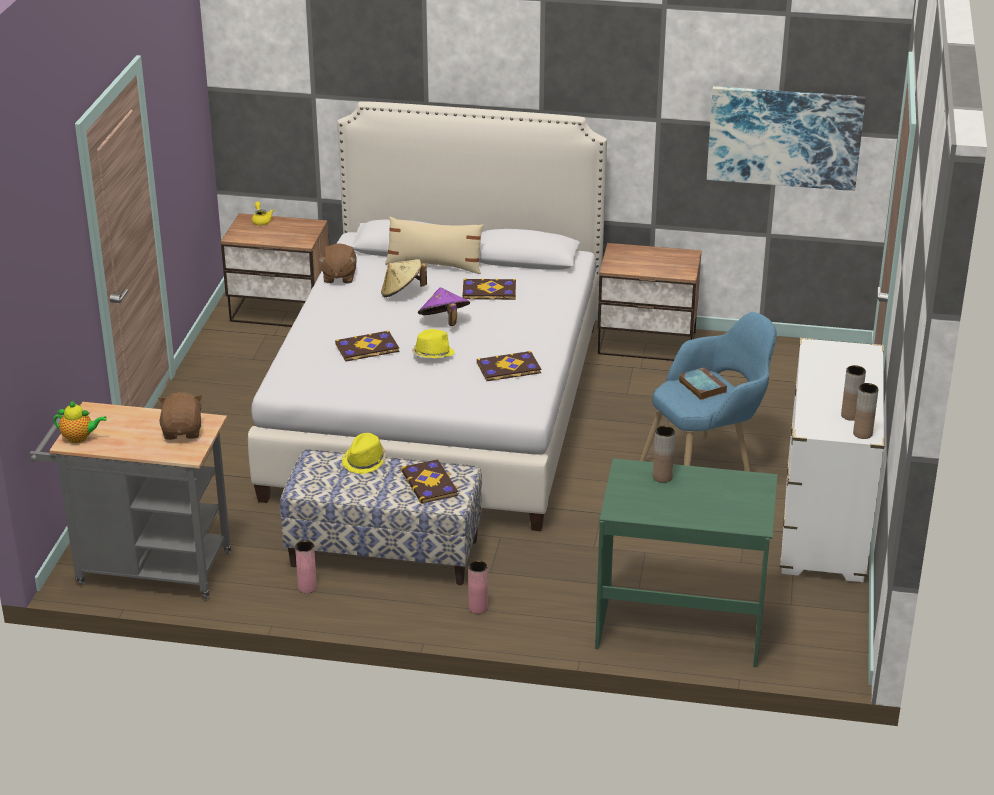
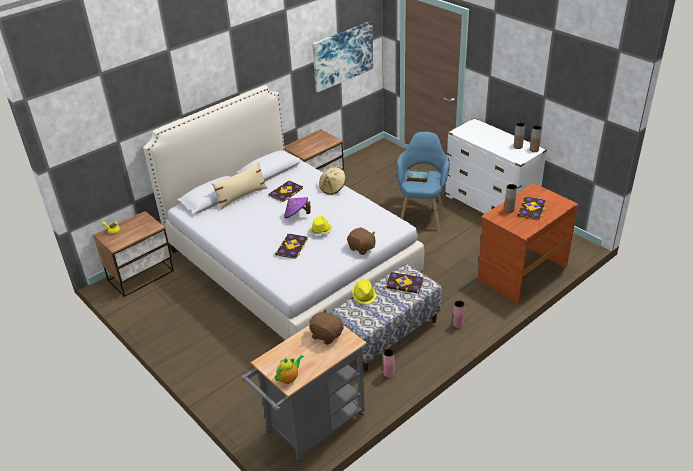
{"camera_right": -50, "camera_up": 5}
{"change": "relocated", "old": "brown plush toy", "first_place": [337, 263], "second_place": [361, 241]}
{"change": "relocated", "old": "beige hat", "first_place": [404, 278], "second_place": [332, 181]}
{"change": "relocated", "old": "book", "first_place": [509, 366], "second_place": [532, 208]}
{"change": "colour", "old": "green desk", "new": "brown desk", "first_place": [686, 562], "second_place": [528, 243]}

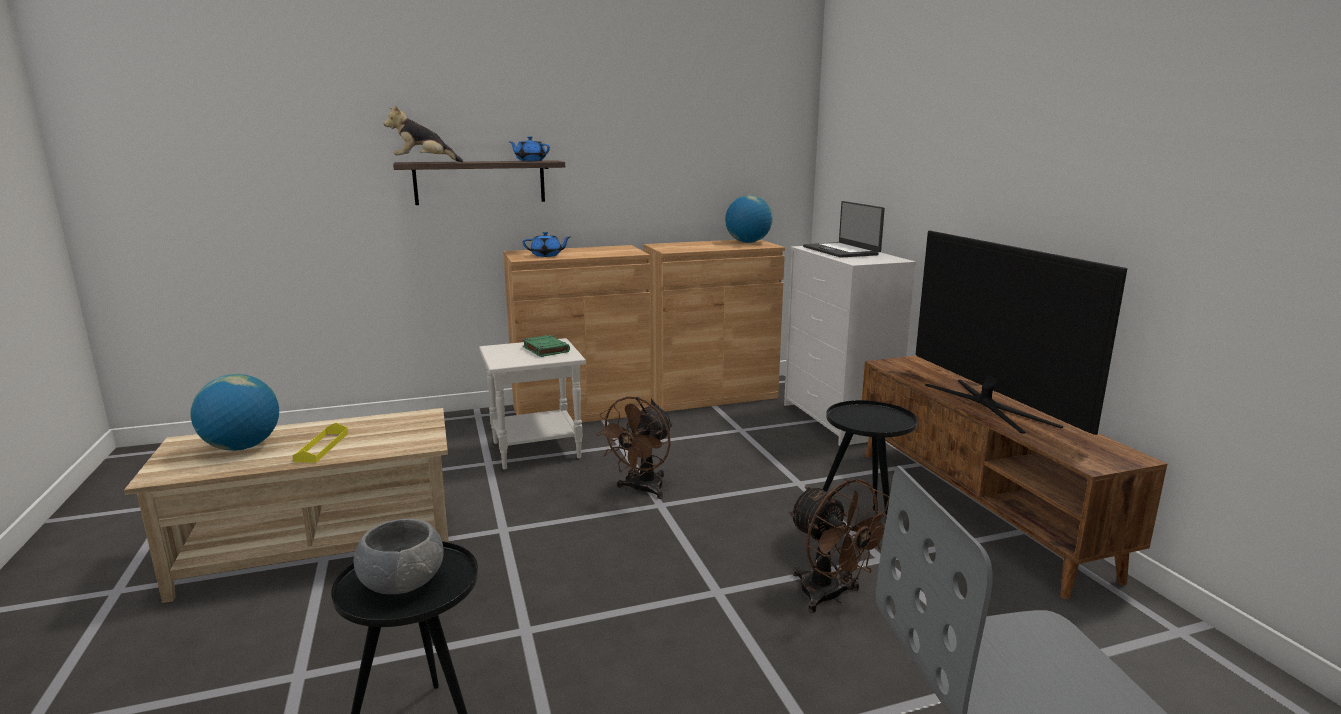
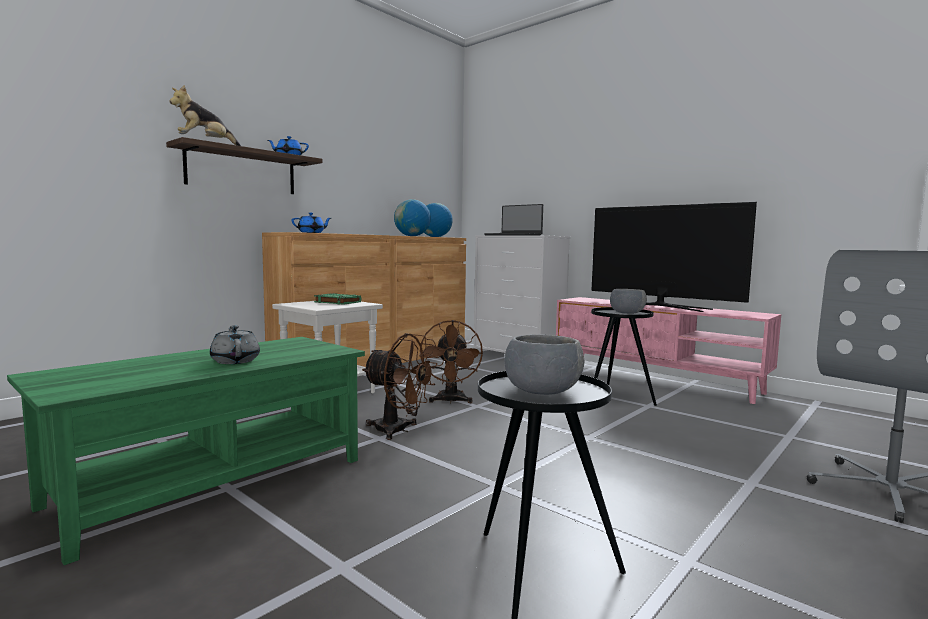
{"camera_right": -30, "camera_up": -10}
{"change": "colour", "old": "beige coffee table", "new": "green coffee table", "first_place": [286, 505], "second_place": [186, 451]}
{"change": "relocated", "old": "globe", "first_place": [235, 412], "second_place": [412, 217]}
{"change": "exchanged", "old": "yellow tray", "new": "grey teapot", "first_place": [320, 443], "second_place": [235, 344]}
{"change": "relocated", "old": "brown fan", "first_place": [839, 546], "second_place": [400, 386]}
{"change": "colour", "old": "brown tv stand", "new": "pink tv stand", "first_place": [1014, 477], "second_place": [668, 350]}
{"change": "appeared", "new": "grey bowl", "second_place": [628, 301]}

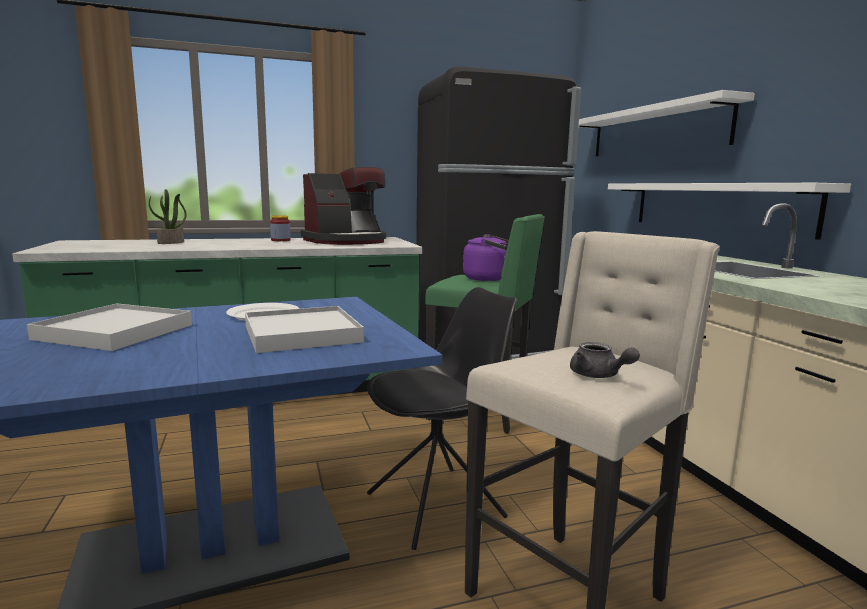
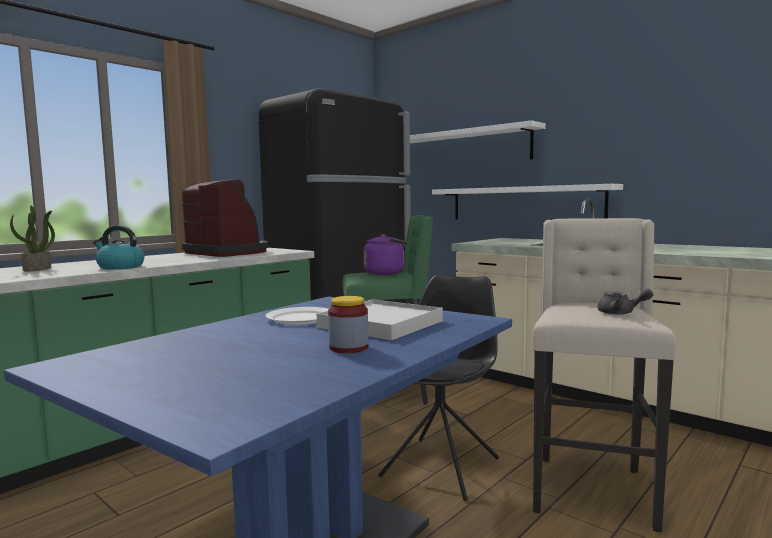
{"camera_right": -30, "camera_up": -5}
{"change": "missing", "old": "white tray", "first_place": [109, 327]}
{"change": "relocated", "old": "jar", "first_place": [280, 228], "second_place": [348, 324]}
{"change": "spun", "old": "coffee machine", "first_place": [343, 206], "second_place": [225, 218], "degrees": -75}
{"change": "appeared", "new": "kettle", "second_place": [118, 247]}

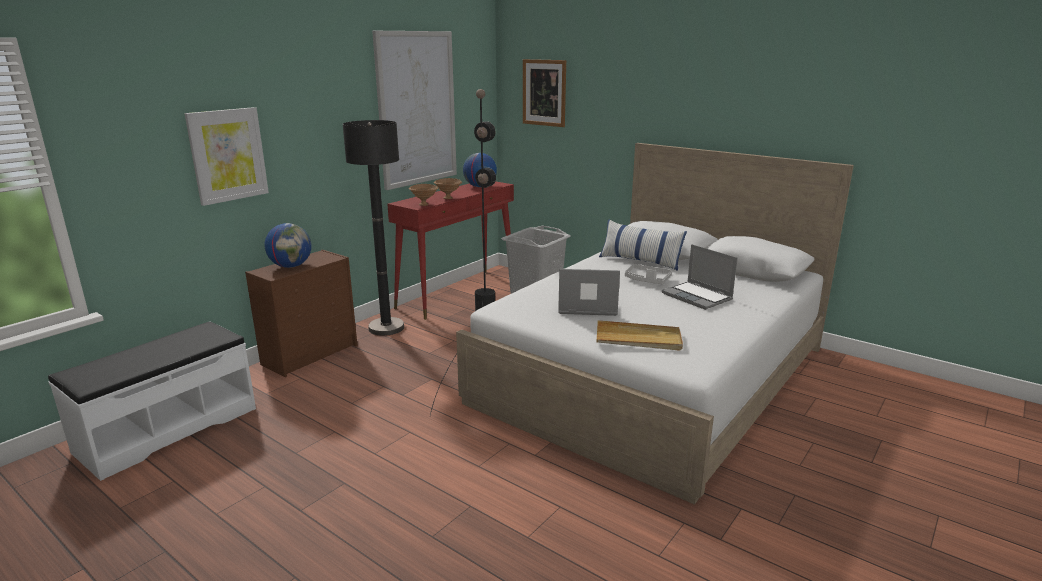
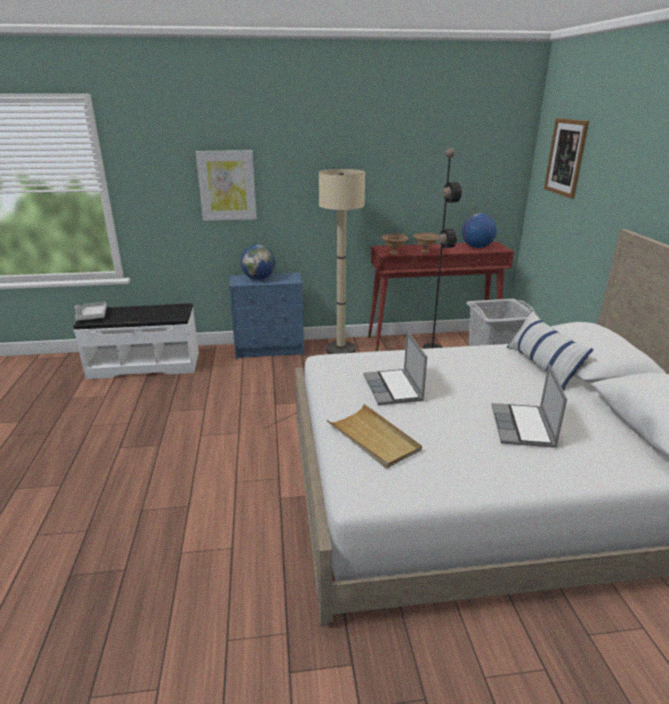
{"camera_right": 45, "camera_up": 5}
{"change": "colour", "old": "brown dresser", "new": "blue dresser", "first_place": [301, 313], "second_place": [266, 316]}
{"change": "colour", "old": "black floor lamp", "new": "beige floor lamp", "first_place": [373, 228], "second_place": [342, 261]}
{"change": "missing", "old": "picture", "first_place": [414, 110]}
{"change": "spun", "old": "laptop", "first_place": [589, 292], "second_place": [395, 368], "degrees": -150}
{"change": "relocated", "old": "grey tray", "first_place": [648, 274], "second_place": [91, 311]}

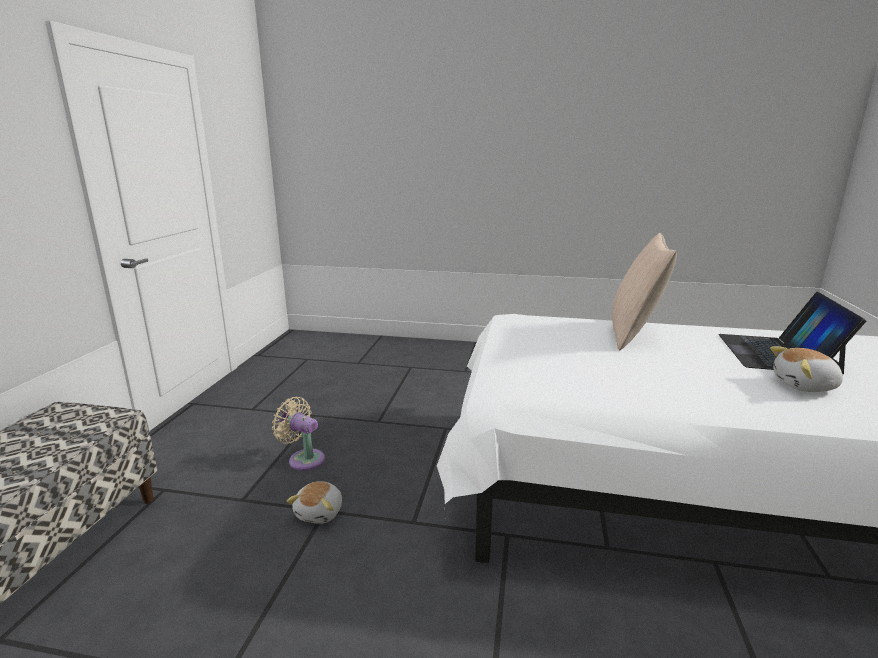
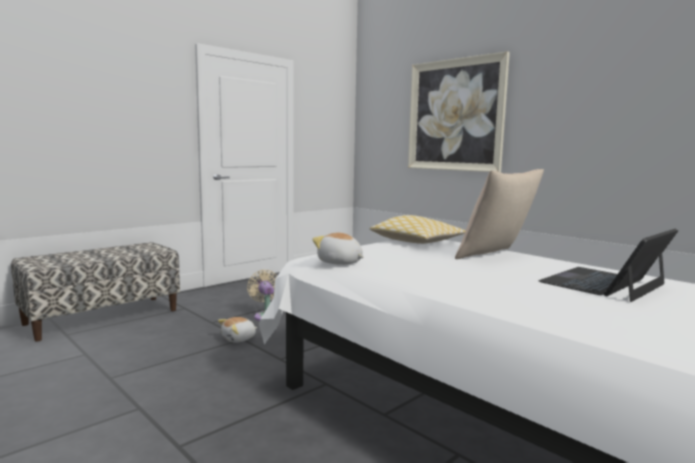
{"camera_right": 35, "camera_up": -10}
{"change": "relocated", "old": "plush toy", "first_place": [806, 369], "second_place": [338, 249]}
{"change": "appeared", "new": "pillow", "second_place": [417, 229]}
{"change": "appeared", "new": "picture", "second_place": [459, 111]}

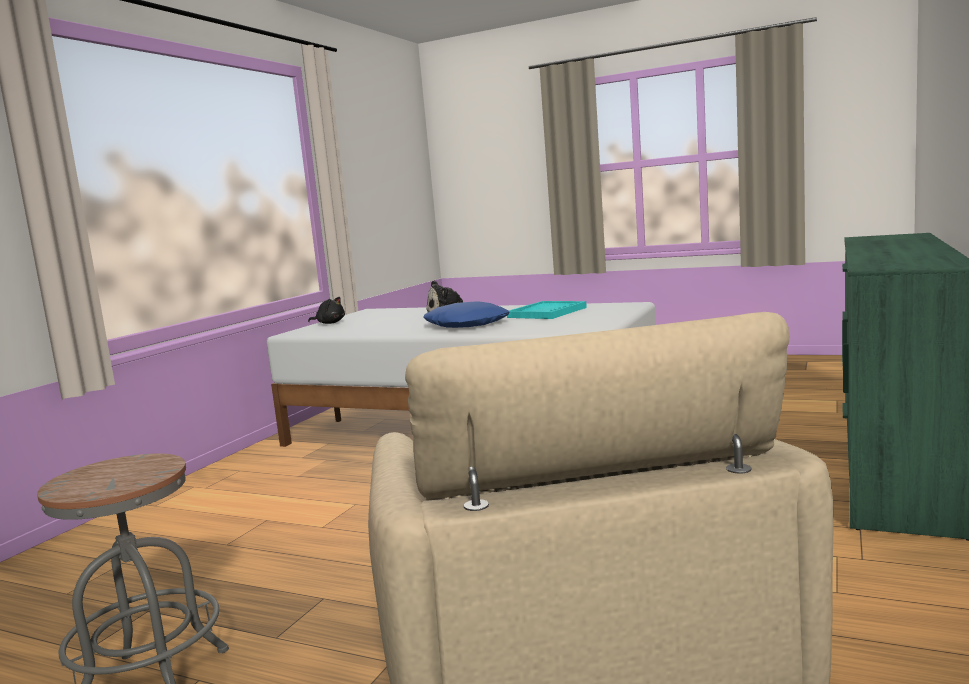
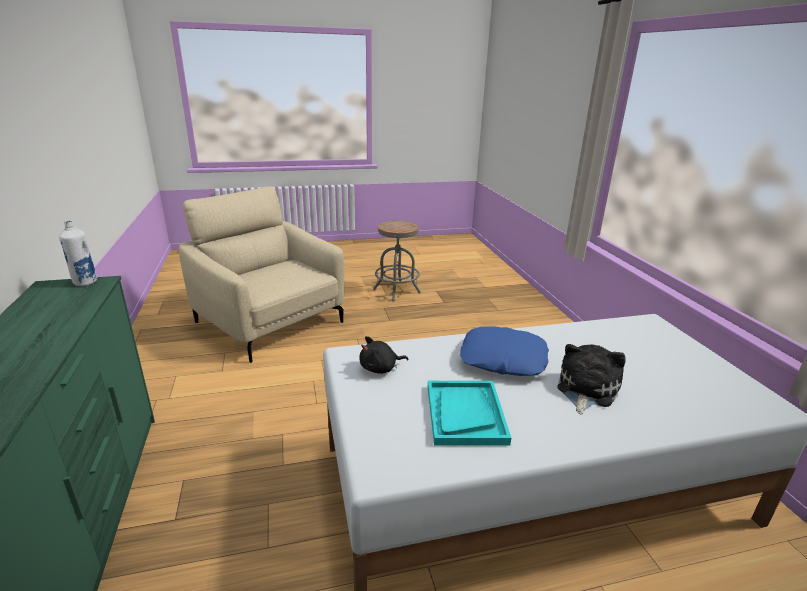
{"camera_right": 140, "camera_up": 15}
{"change": "relocated", "old": "black plush toy", "first_place": [326, 310], "second_place": [384, 355]}
{"change": "appeared", "new": "white bottle", "second_place": [78, 253]}

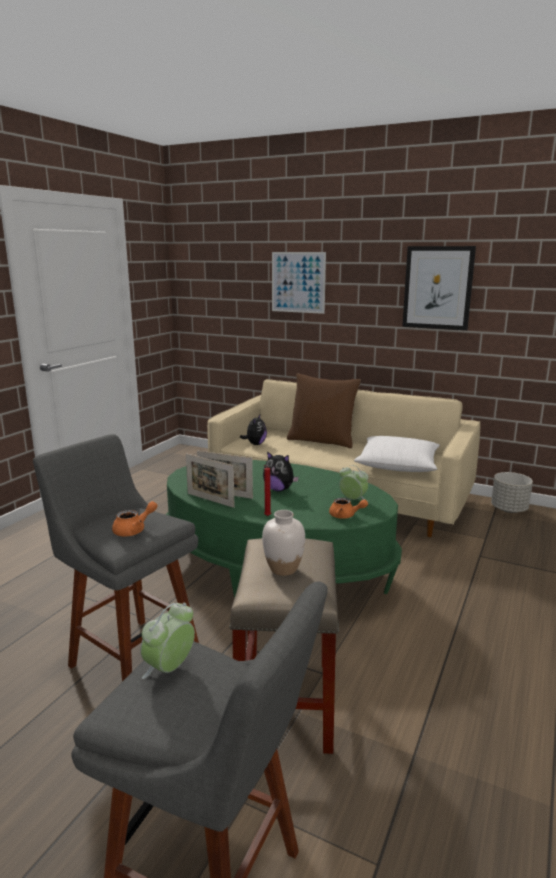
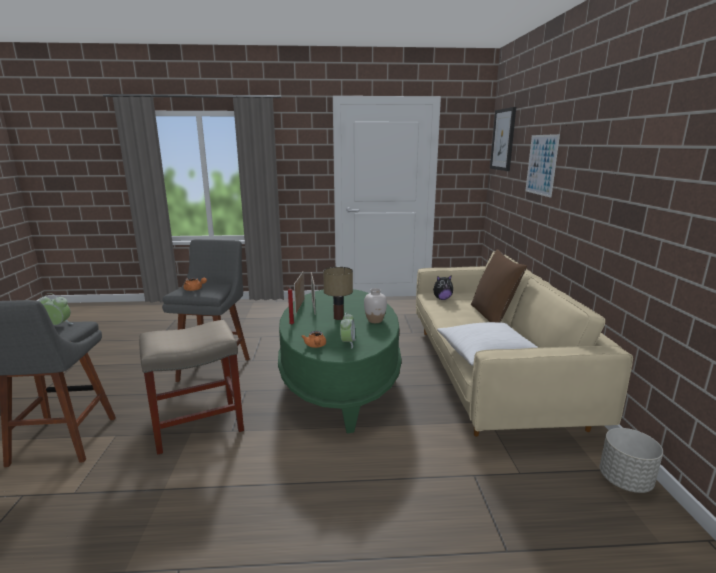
{"camera_right": 60, "camera_up": 0}
{"change": "relocated", "old": "white vase", "first_place": [283, 543], "second_place": [375, 305]}
{"change": "exchanged", "old": "plush toy", "new": "table lamp", "first_place": [281, 471], "second_place": [338, 293]}
{"change": "relocated", "old": "picture", "first_place": [439, 288], "second_place": [503, 139]}

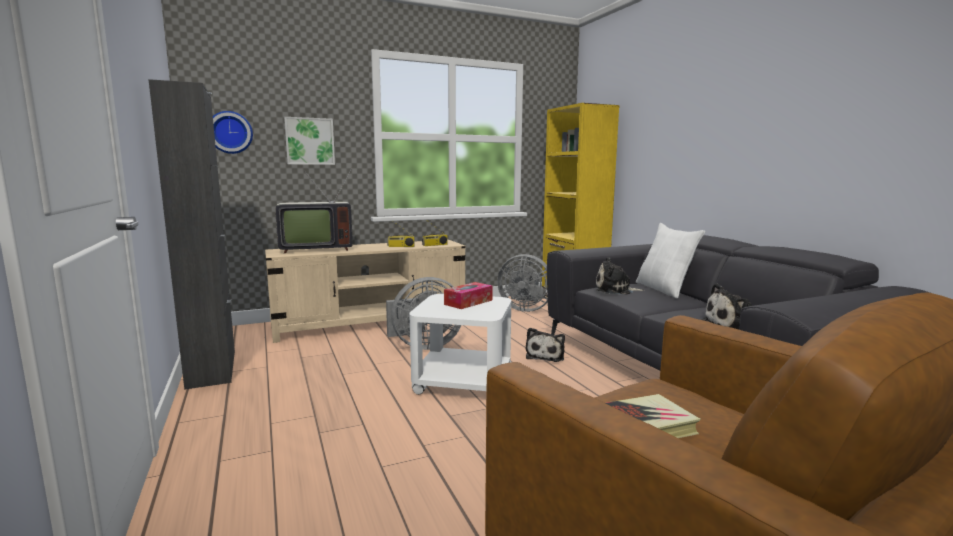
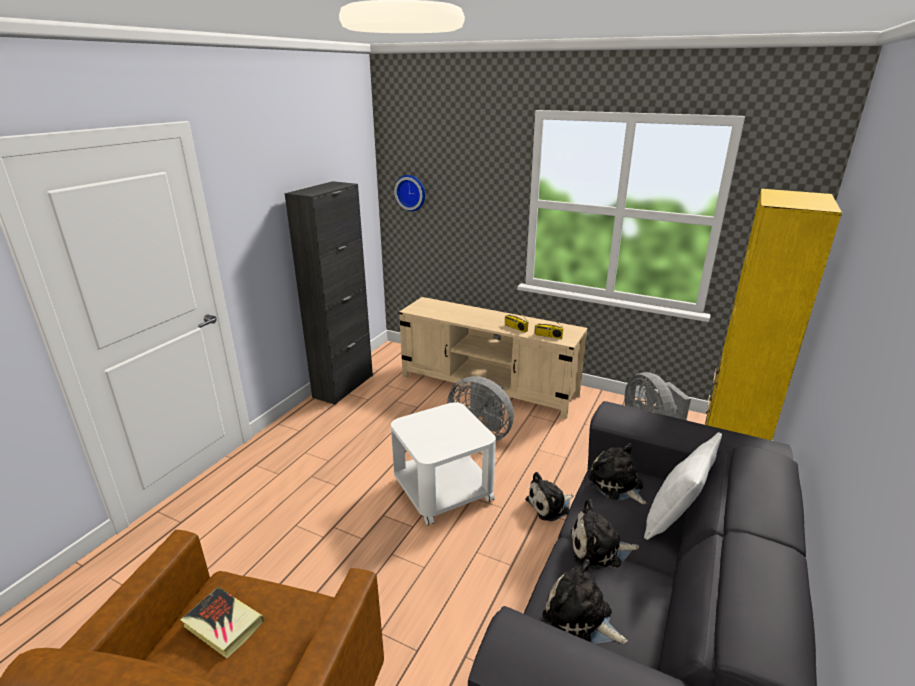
{"camera_right": 50, "camera_up": 15}
{"change": "missing", "old": "television", "first_place": [314, 210]}
{"change": "missing", "old": "picture", "first_place": [309, 141]}
{"change": "missing", "old": "tissue box", "first_place": [468, 295]}
{"change": "appeared", "new": "plush toy", "second_place": [605, 534]}

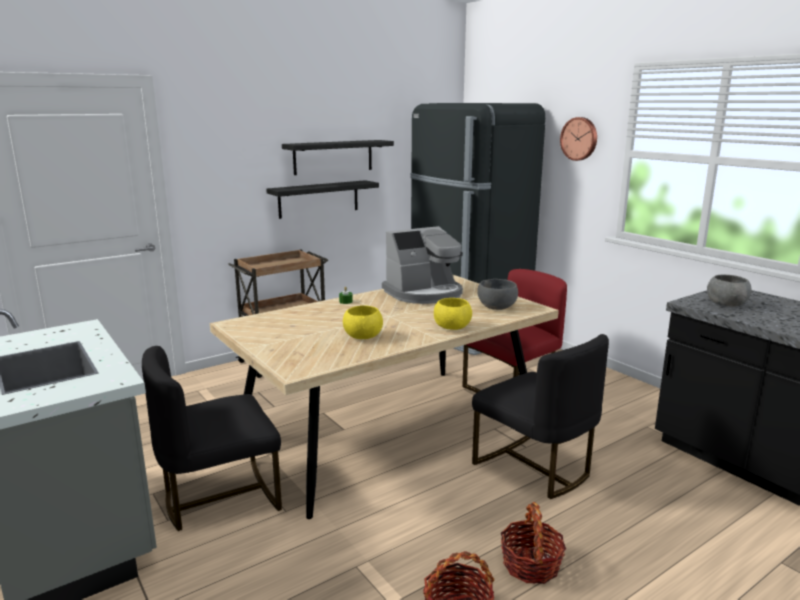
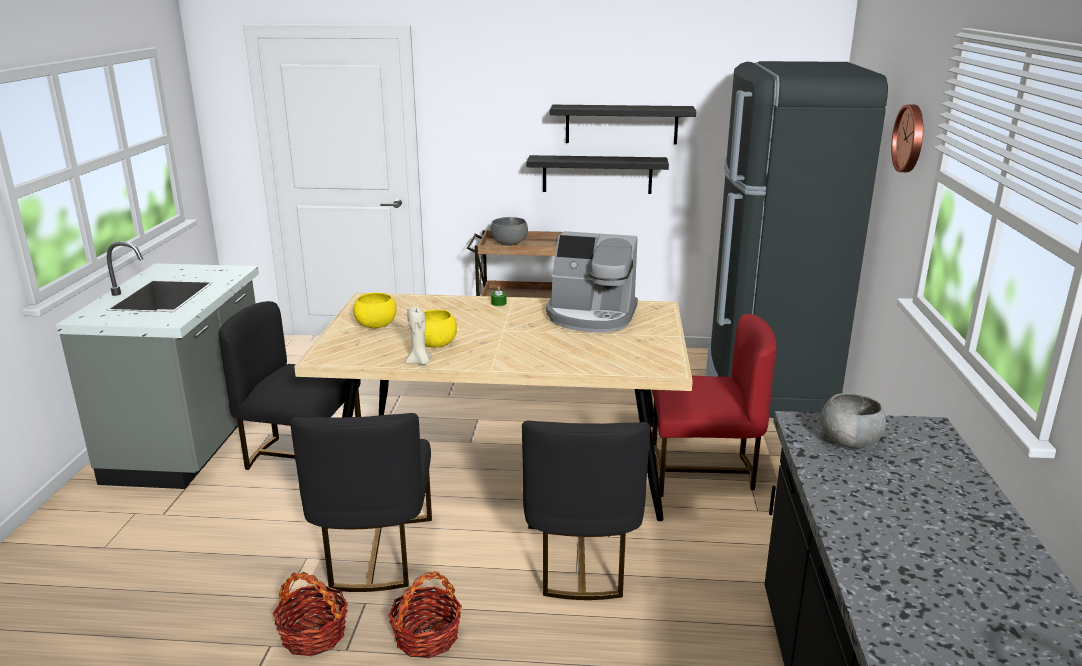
{"camera_right": 40, "camera_up": 5}
{"change": "relocated", "old": "yellow bowl", "first_place": [453, 314], "second_place": [374, 310]}
{"change": "relocated", "old": "grey bowl", "first_place": [497, 294], "second_place": [509, 231]}
{"change": "appeared", "new": "black chair", "second_place": [361, 502]}
{"change": "appeared", "new": "beige candle", "second_place": [419, 336]}

